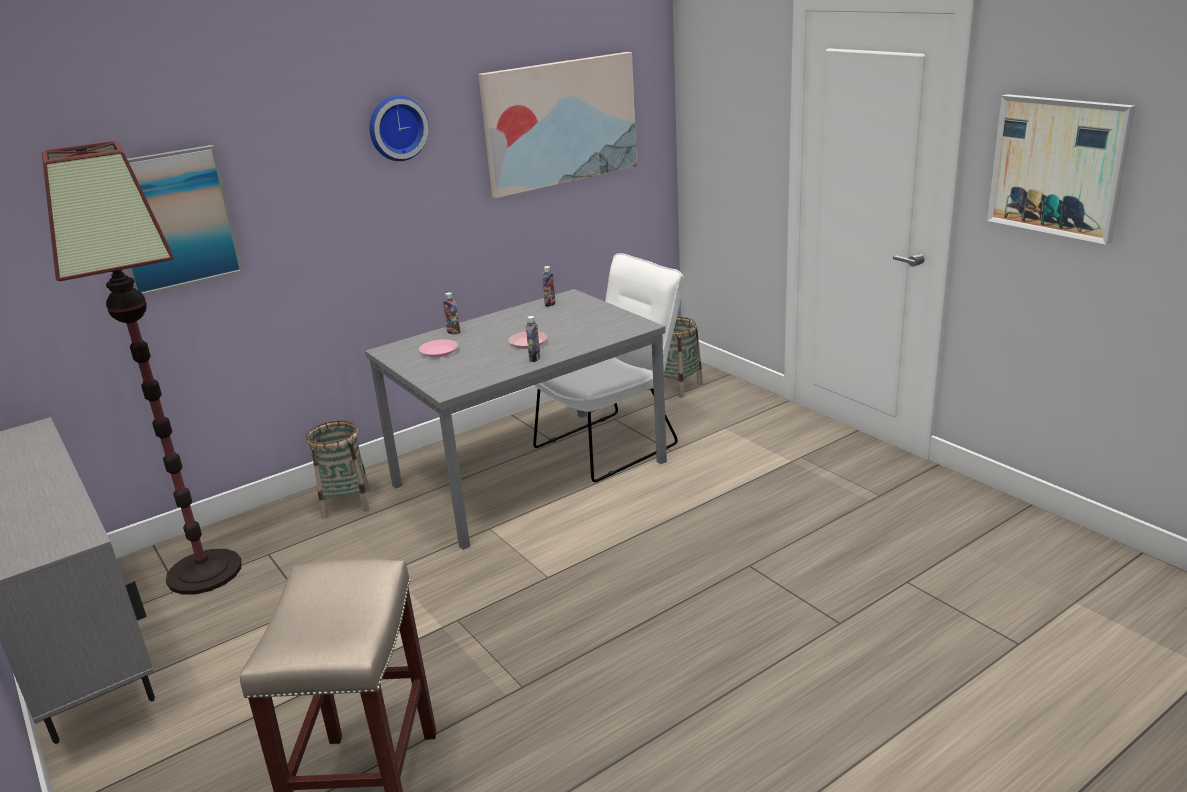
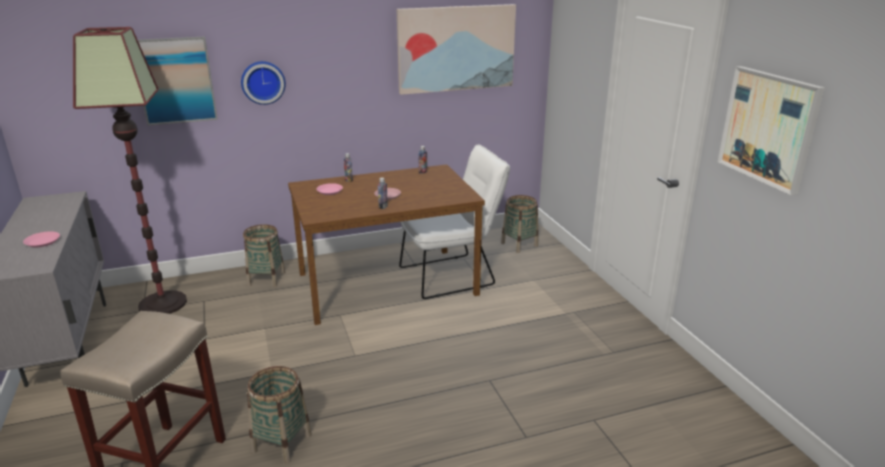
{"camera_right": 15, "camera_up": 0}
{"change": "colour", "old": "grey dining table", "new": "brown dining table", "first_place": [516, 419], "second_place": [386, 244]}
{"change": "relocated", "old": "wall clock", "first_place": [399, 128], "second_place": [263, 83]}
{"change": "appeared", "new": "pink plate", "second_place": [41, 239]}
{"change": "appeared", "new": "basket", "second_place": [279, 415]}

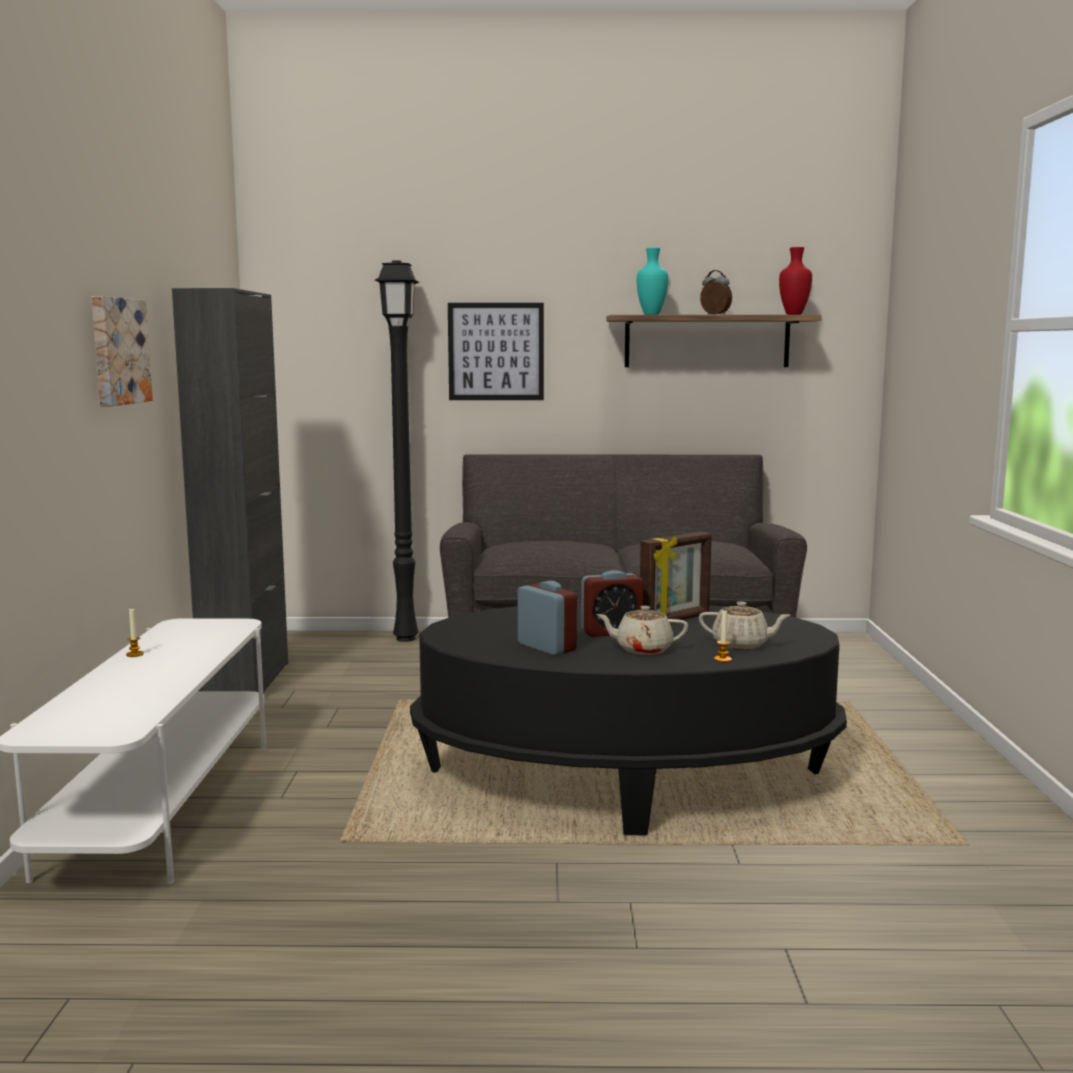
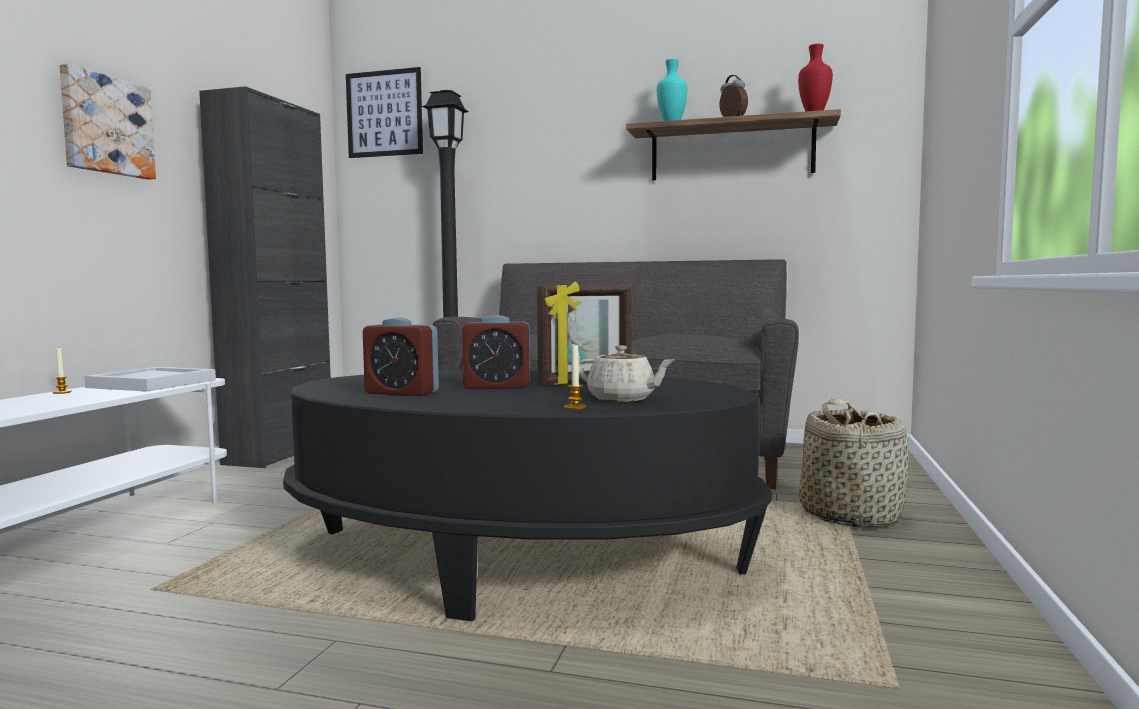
{"camera_right": 15, "camera_up": -5}
{"change": "relocated", "old": "picture", "first_place": [496, 351], "second_place": [384, 112]}
{"change": "spun", "old": "alarm clock", "first_place": [547, 618], "second_place": [401, 357], "degrees": 135}
{"change": "missing", "old": "beige teapot", "first_place": [642, 630]}
{"change": "appeared", "new": "white tray", "second_place": [150, 379]}
{"change": "appeared", "new": "basket", "second_place": [854, 463]}

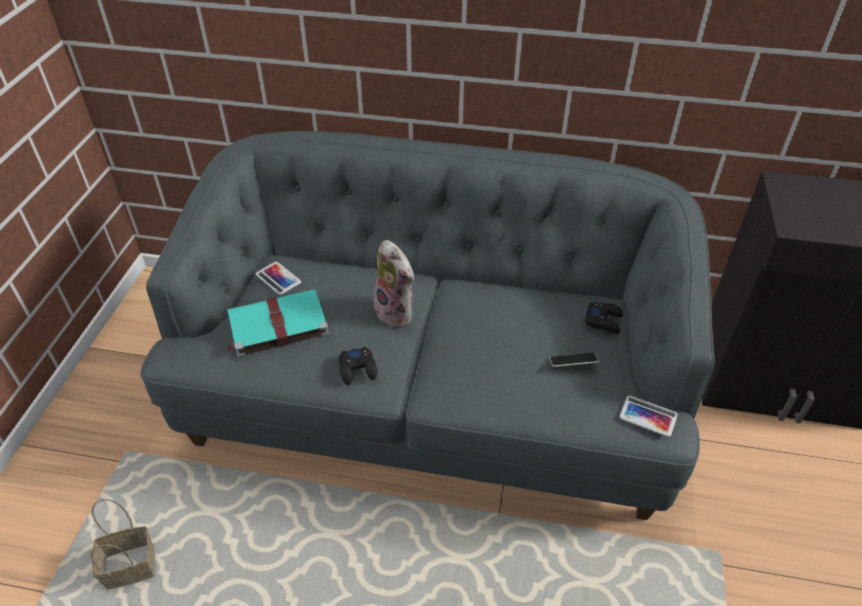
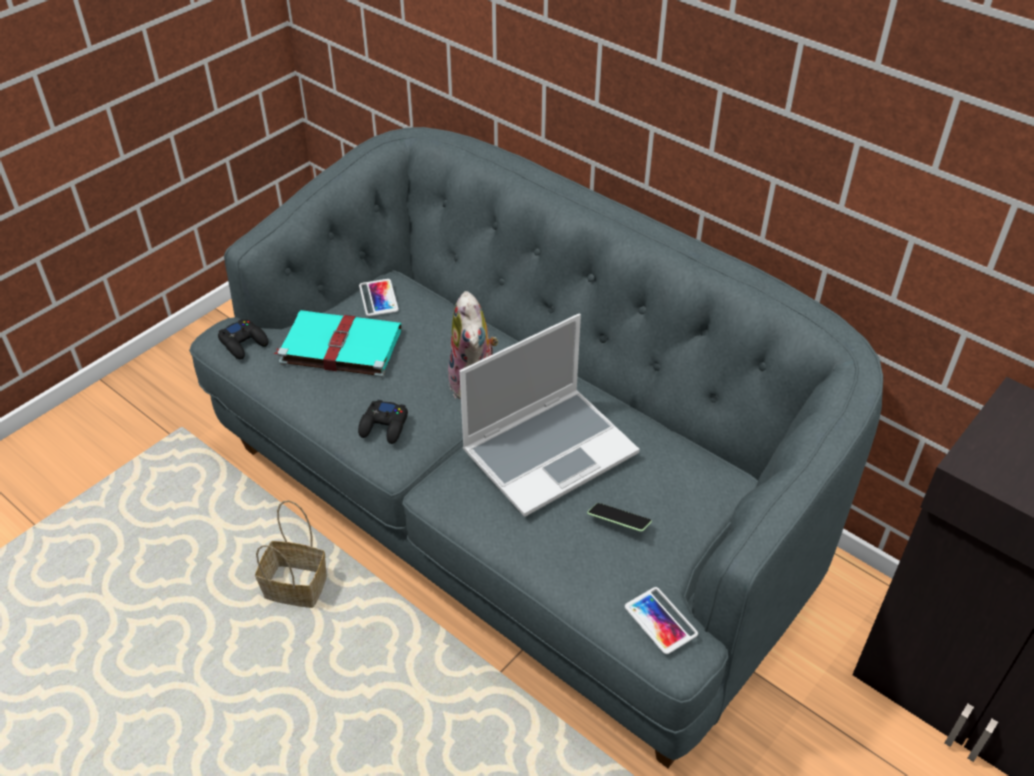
{"camera_right": 30, "camera_up": 0}
{"change": "relocated", "old": "basket", "first_place": [123, 544], "second_place": [291, 554]}
{"change": "relocated", "old": "black game controller", "first_place": [604, 318], "second_place": [243, 339]}
{"change": "appeared", "new": "laptop", "second_place": [549, 415]}

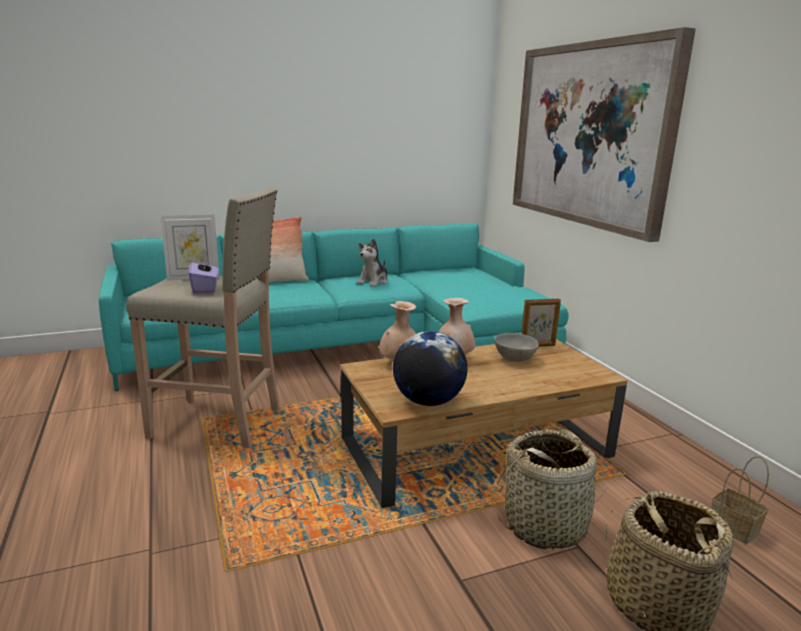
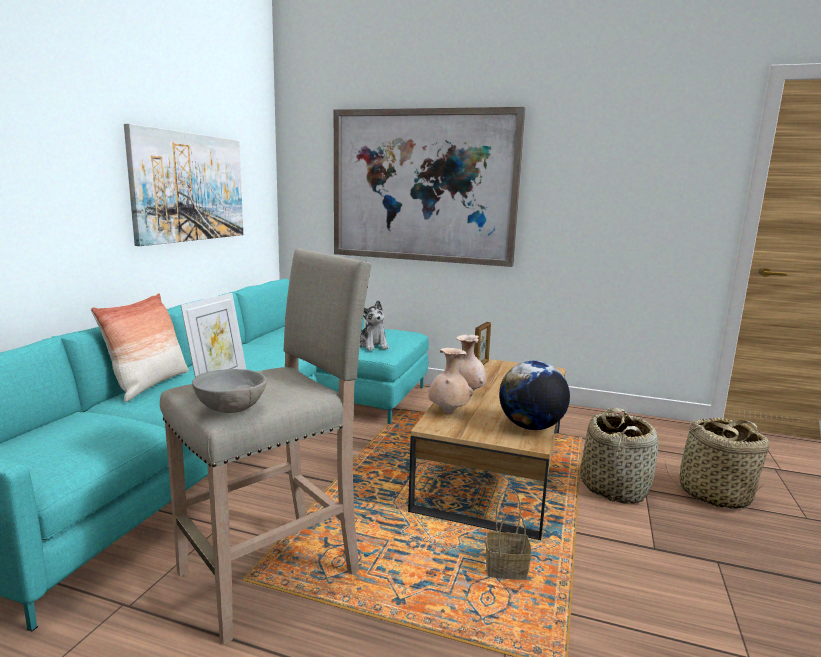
{"camera_right": -50, "camera_up": -5}
{"change": "missing", "old": "purple tissue box", "first_place": [203, 274]}
{"change": "relocated", "old": "plush toy", "first_place": [372, 263], "second_place": [374, 325]}
{"change": "relocated", "old": "grey bowl", "first_place": [516, 347], "second_place": [229, 391]}
{"change": "relocated", "old": "basket", "first_place": [740, 500], "second_place": [508, 534]}
{"change": "appeared", "new": "picture", "second_place": [183, 184]}

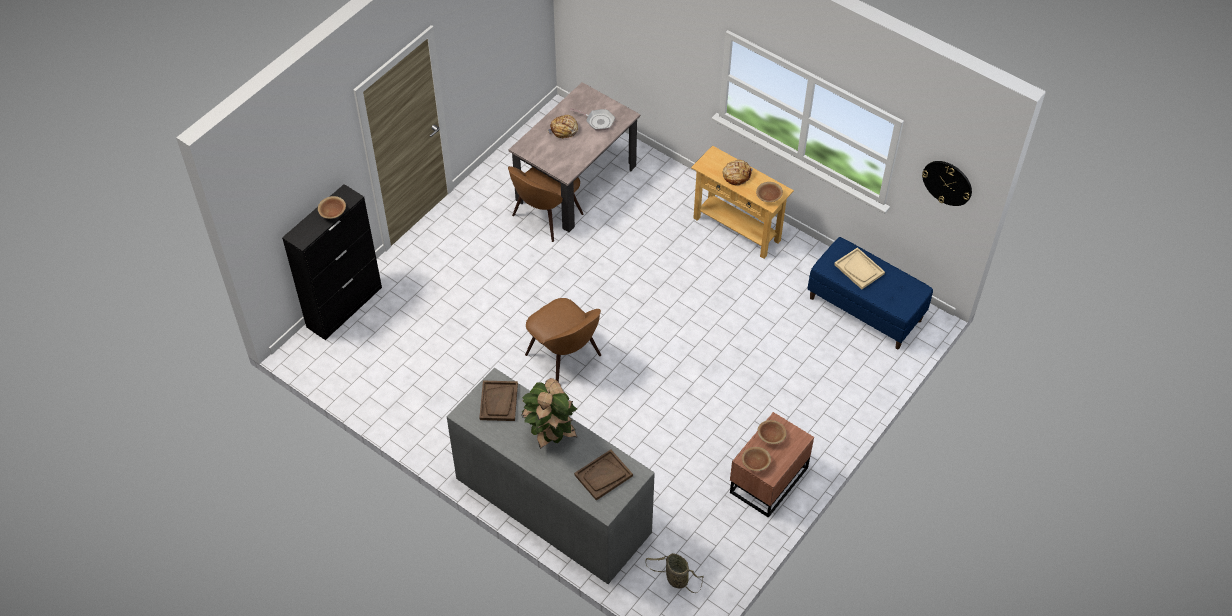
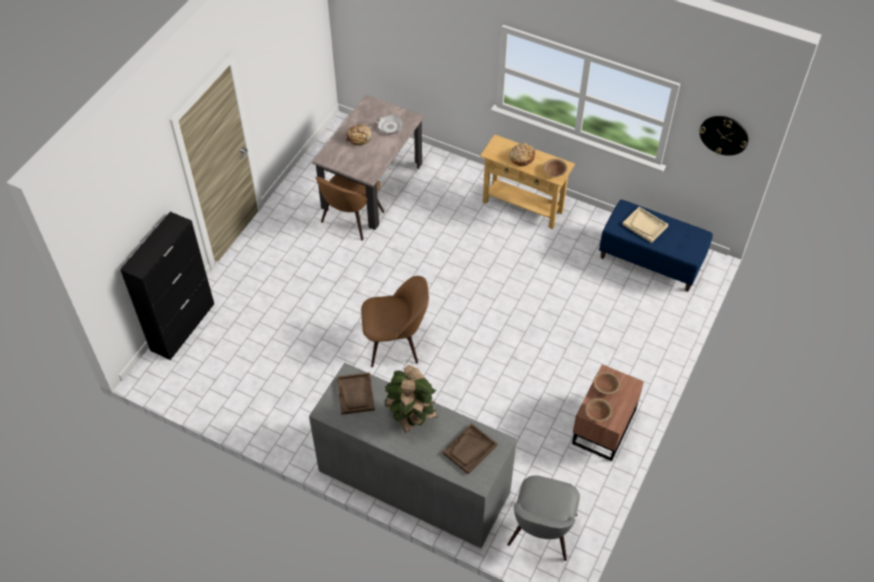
{"camera_right": -10, "camera_up": 0}
{"change": "missing", "old": "brown bowl", "first_place": [332, 207]}
{"change": "spun", "old": "brown chair", "first_place": [563, 340], "second_place": [395, 321], "degrees": -45}
{"change": "exchanged", "old": "basket", "new": "grey chair", "first_place": [674, 573], "second_place": [543, 518]}

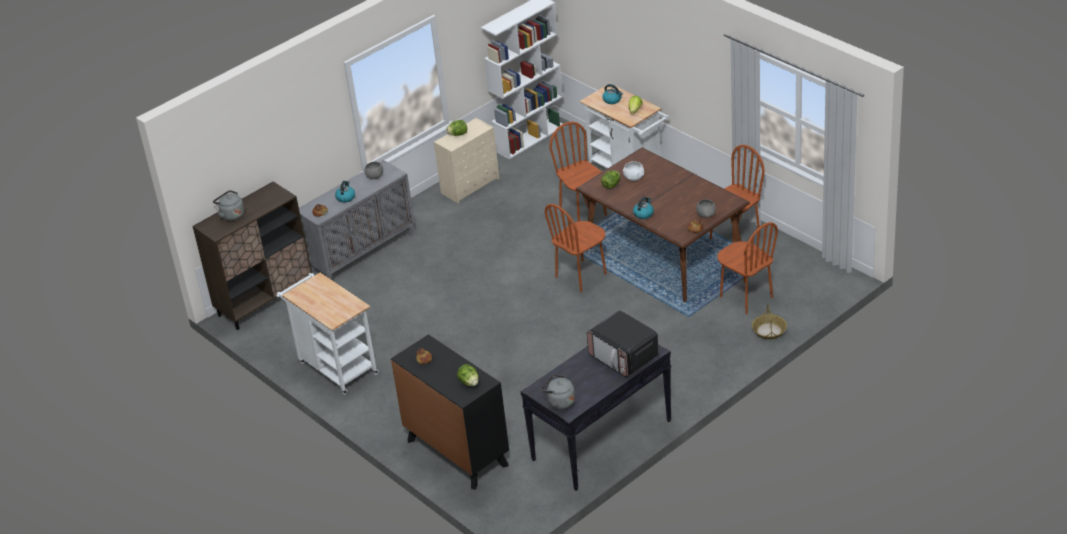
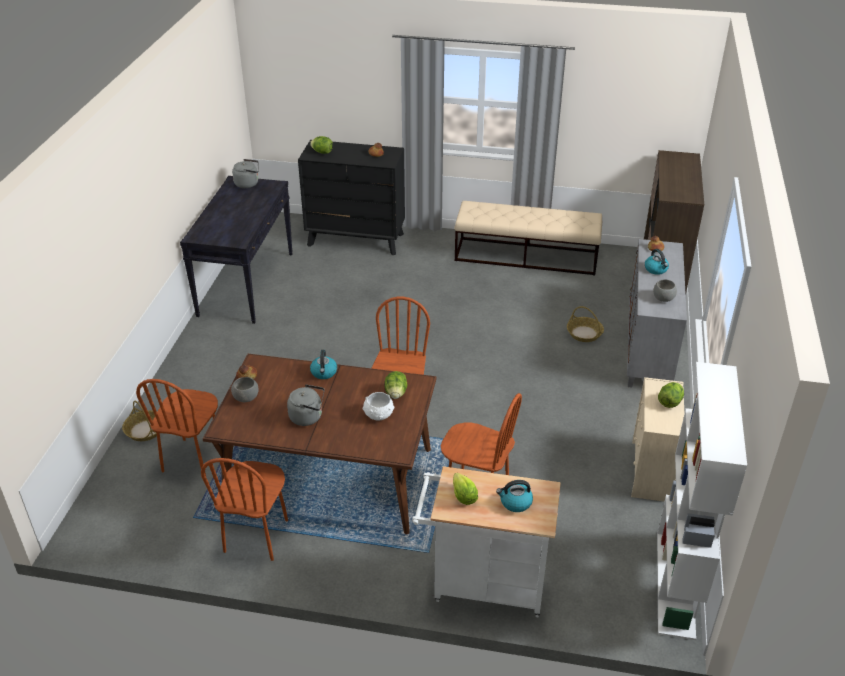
{"camera_right": 140, "camera_up": 0}
{"change": "relocated", "old": "grey kettle", "first_place": [228, 205], "second_place": [306, 405]}
{"change": "exchanged", "old": "white cart", "new": "beige bench", "first_place": [327, 334], "second_place": [528, 238]}
{"change": "missing", "old": "microwave", "first_place": [623, 343]}
{"change": "spun", "old": "brown chair", "first_place": [747, 268], "second_place": [177, 427], "degrees": -90}
{"change": "appeared", "new": "basket", "second_place": [585, 324]}

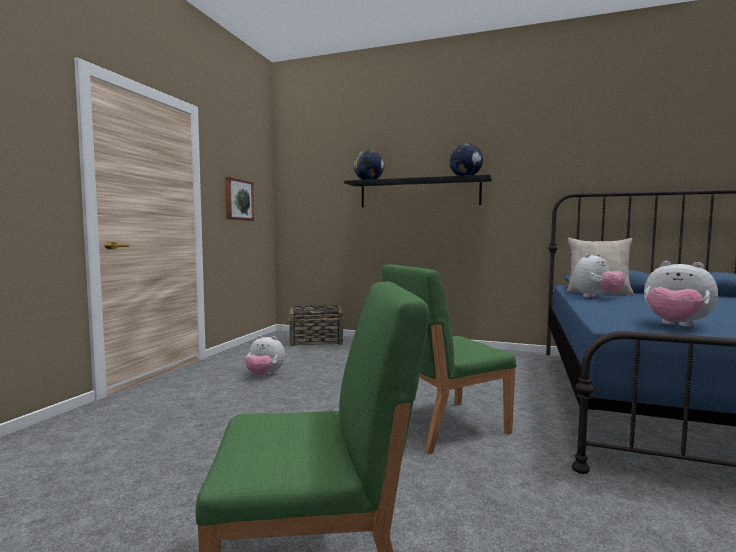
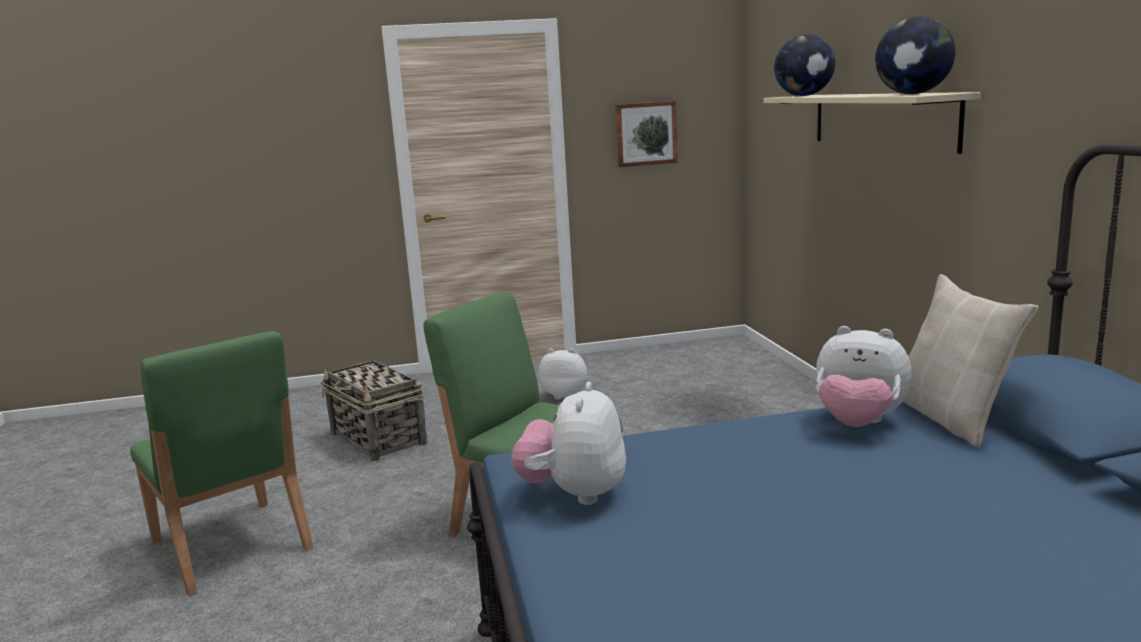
{"camera_right": 60, "camera_up": 10}
{"change": "spun", "old": "plush toy", "first_place": [265, 355], "second_place": [562, 374], "degrees": 120}
{"change": "relocated", "old": "basket", "first_place": [316, 325], "second_place": [374, 410]}
{"change": "colour", "old": "black shelf", "new": "beige shelf", "first_place": [418, 190], "second_place": [872, 123]}

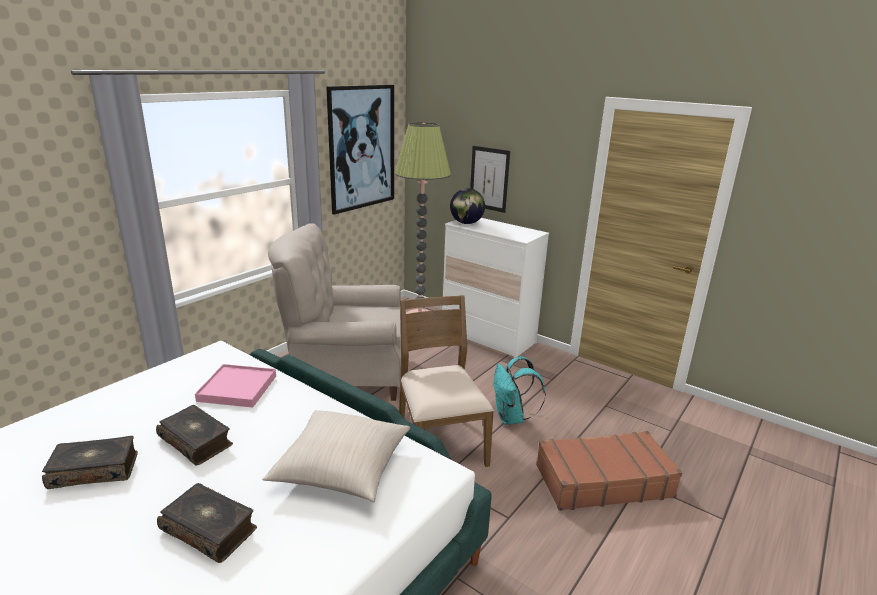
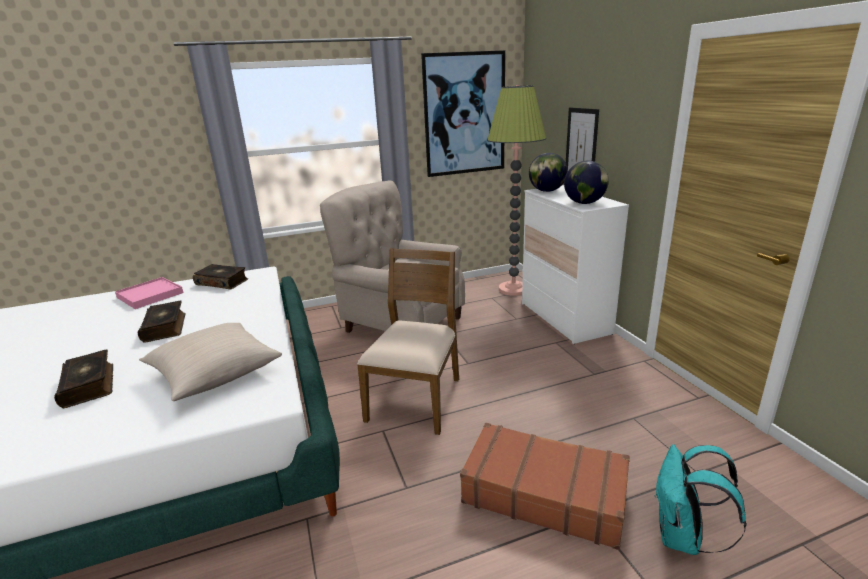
{"camera_right": 35, "camera_up": 0}
{"change": "relocated", "old": "book", "first_place": [90, 462], "second_place": [220, 277]}
{"change": "relocated", "old": "pink tray", "first_place": [235, 386], "second_place": [149, 293]}
{"change": "relocated", "old": "turquoise backpack", "first_place": [519, 390], "second_place": [700, 499]}
{"change": "appeared", "new": "globe", "second_place": [586, 182]}

